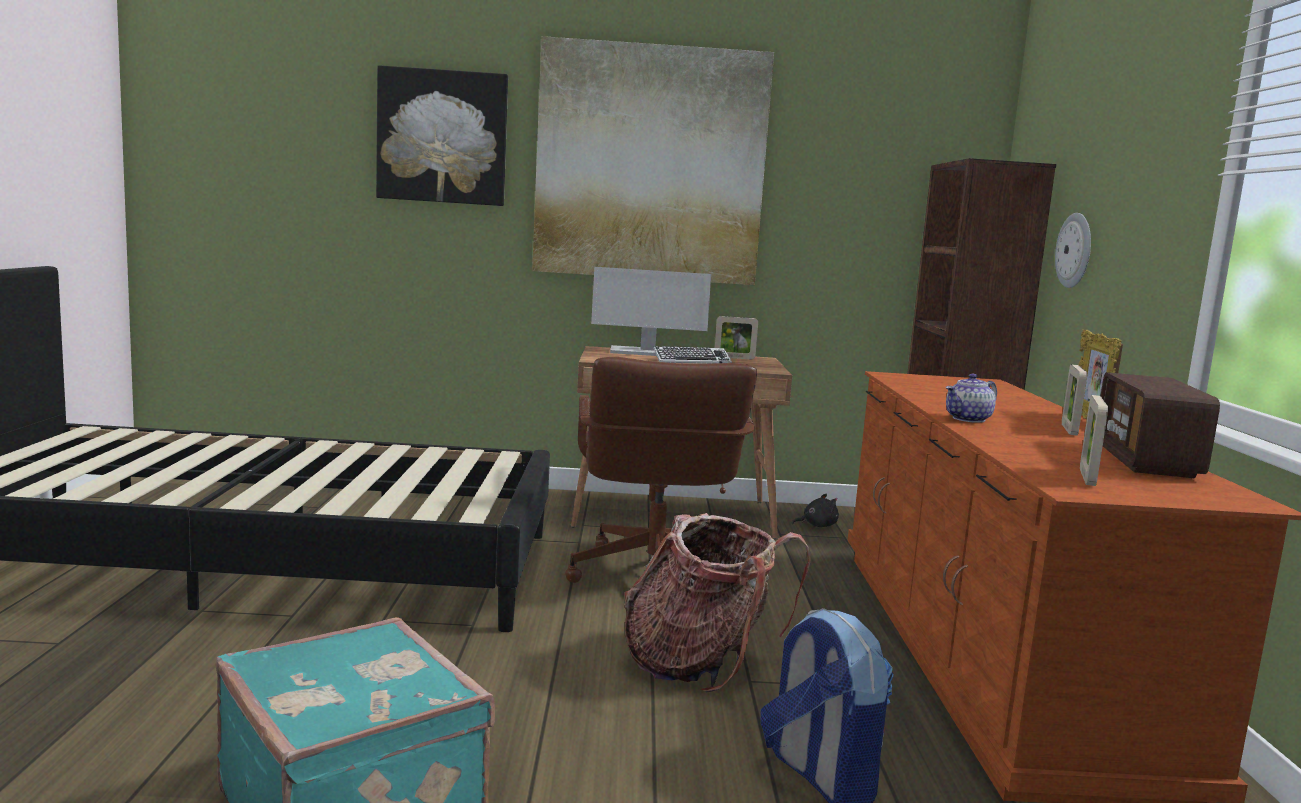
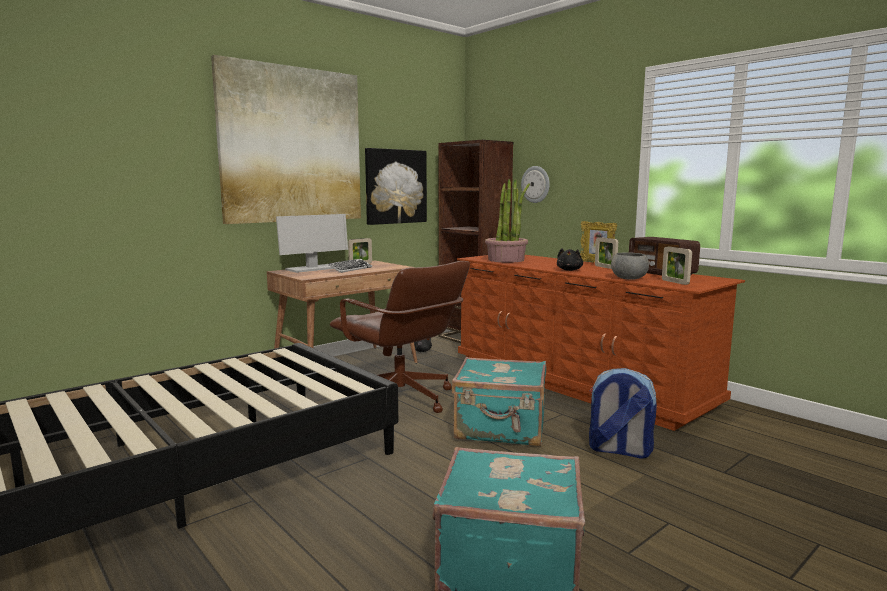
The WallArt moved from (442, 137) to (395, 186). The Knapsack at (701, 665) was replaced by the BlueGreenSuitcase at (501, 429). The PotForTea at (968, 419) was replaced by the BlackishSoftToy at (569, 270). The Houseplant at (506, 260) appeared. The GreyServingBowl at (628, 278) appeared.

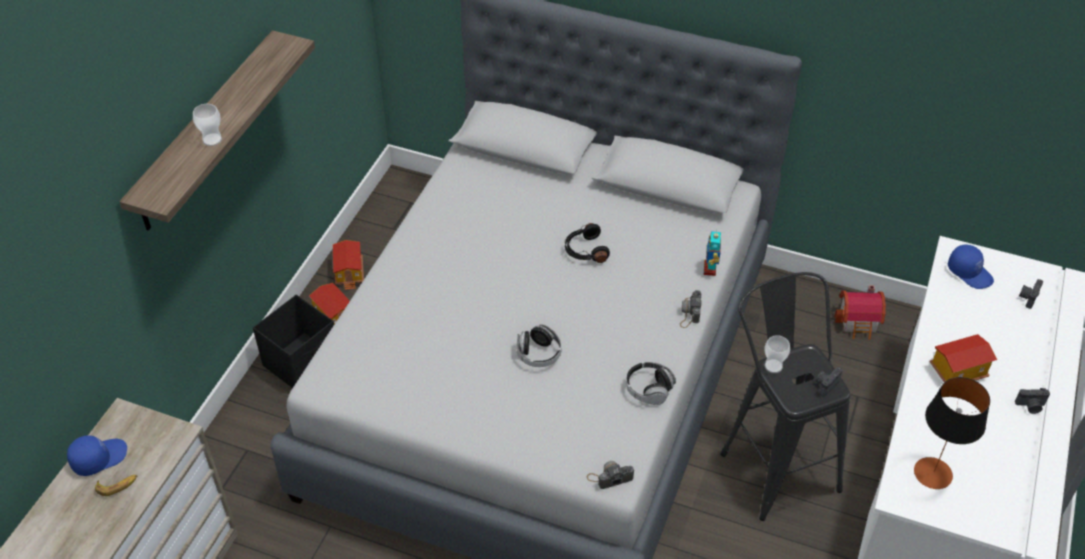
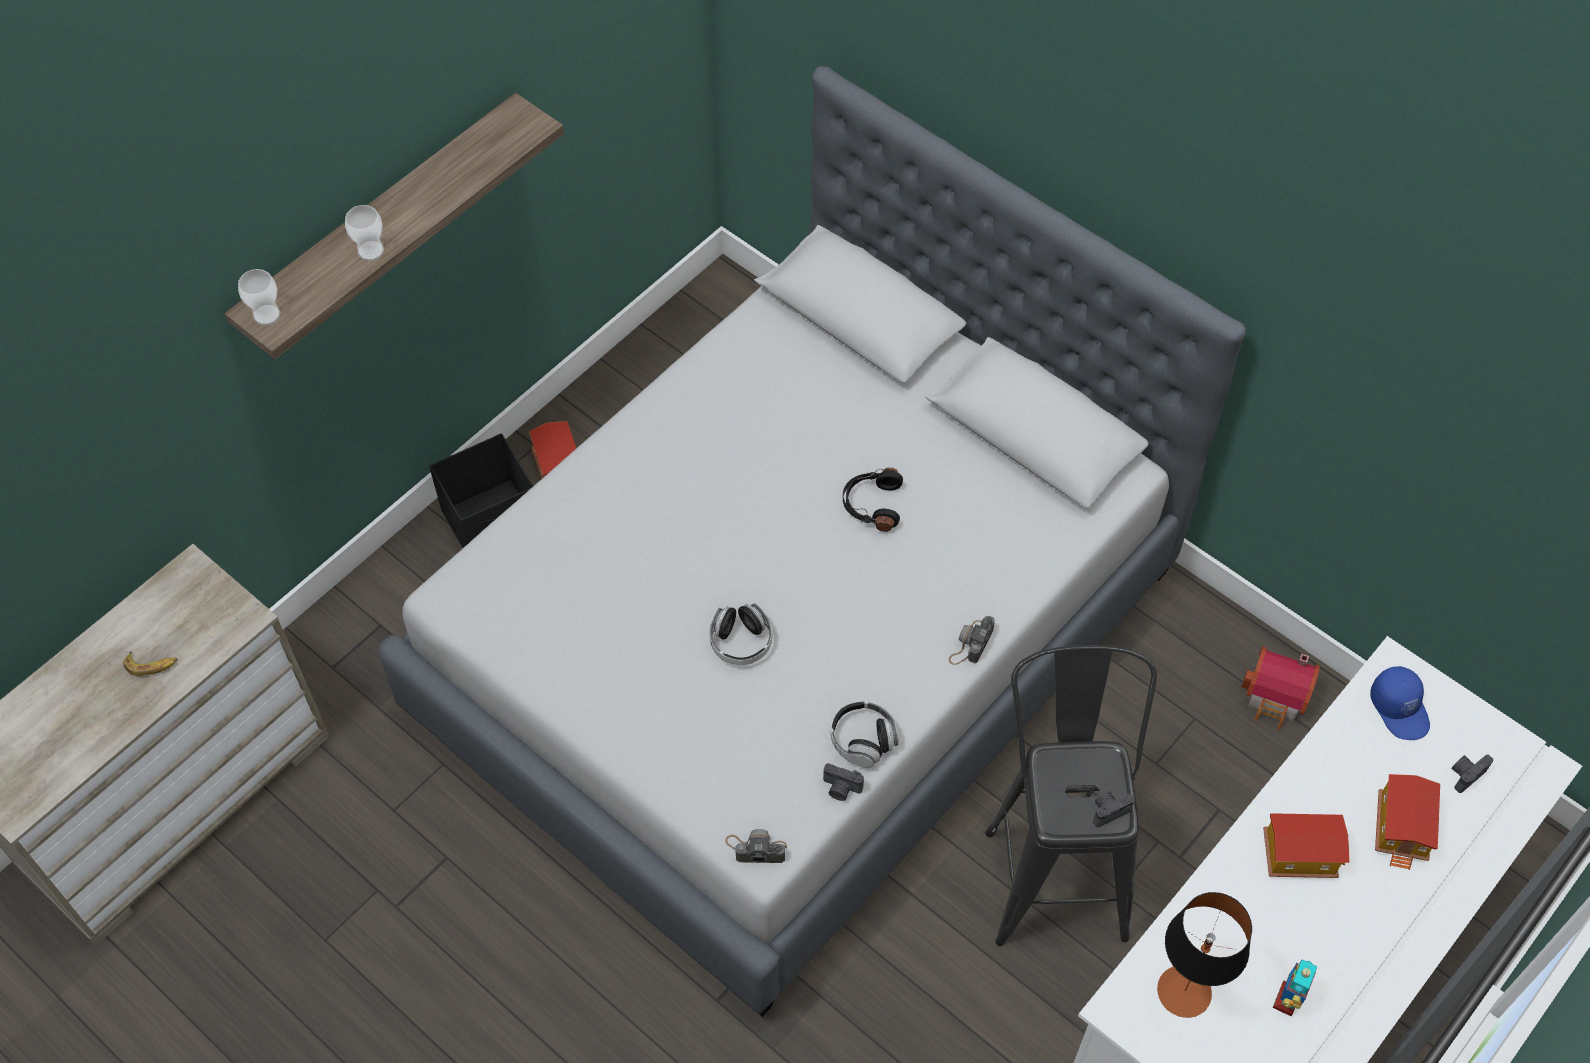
The BluishPeakedCap at (99, 457) disappeared. The ToyHouse moved from (350, 273) to (1402, 829). The ToyRobot moved from (710, 269) to (1287, 999). The SmallCup moved from (773, 366) to (267, 315). The StillCamera moved from (1030, 406) to (841, 789).

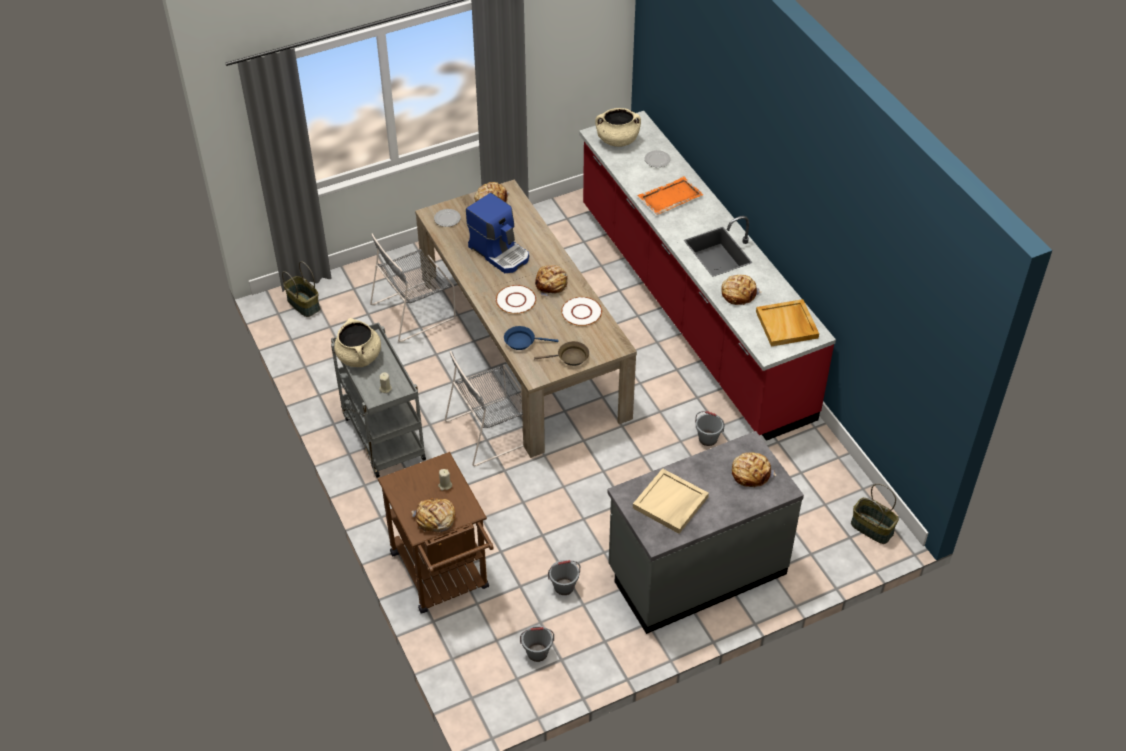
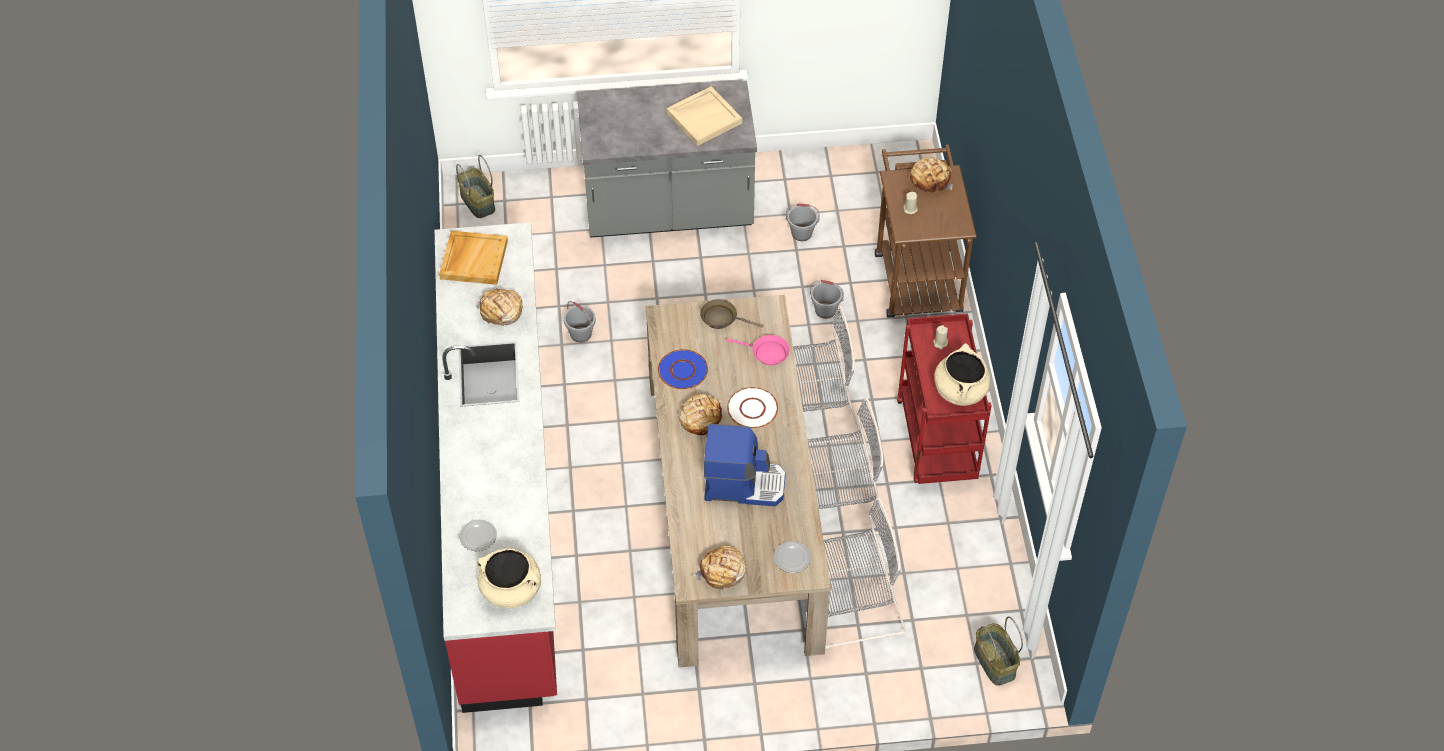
The GreyTrolley at (382, 436) became the RedColouredTrolley at (938, 442). The CoffeeMaker at (500, 252) turned 120 degrees clockwise. The BluishPan at (522, 341) became the PinkColouredPan at (767, 353). The GreyWaterBucket moved from (537, 653) to (825, 310). The WhiteFlatDish at (581, 312) became the BluishFlatDish at (683, 370). The OrangeyCarryingTray at (669, 197) disappeared. The Bread at (750, 473) disappeared. The GreyChair at (835, 504) appeared.

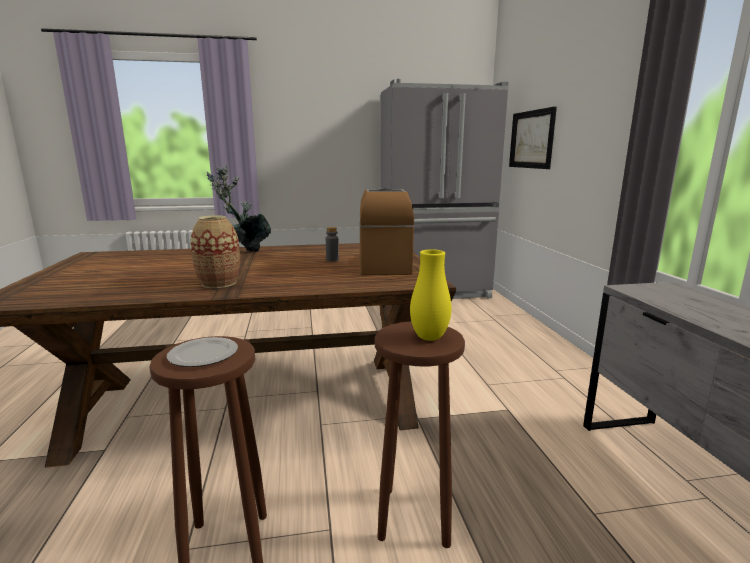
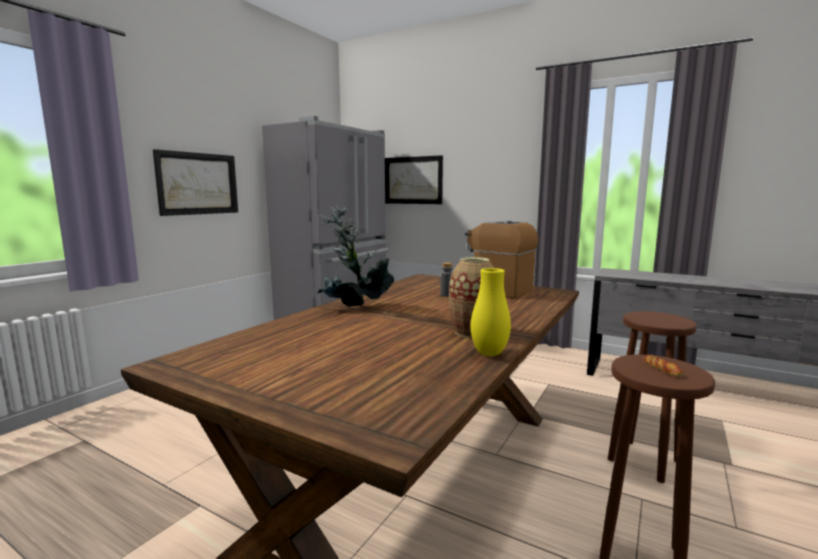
The FlatDish at (204, 354) was replaced by the Bread at (662, 369). The YellowColouredVase moved from (429, 337) to (489, 353). The WallArt at (198, 183) appeared.

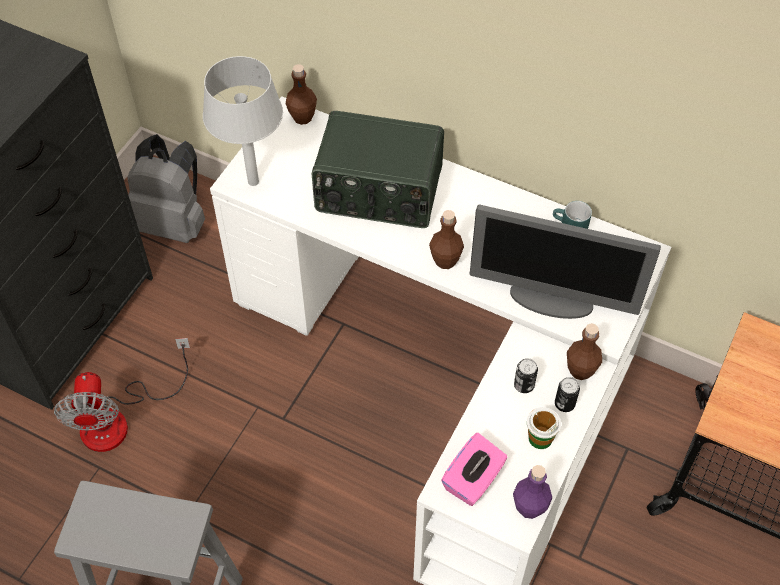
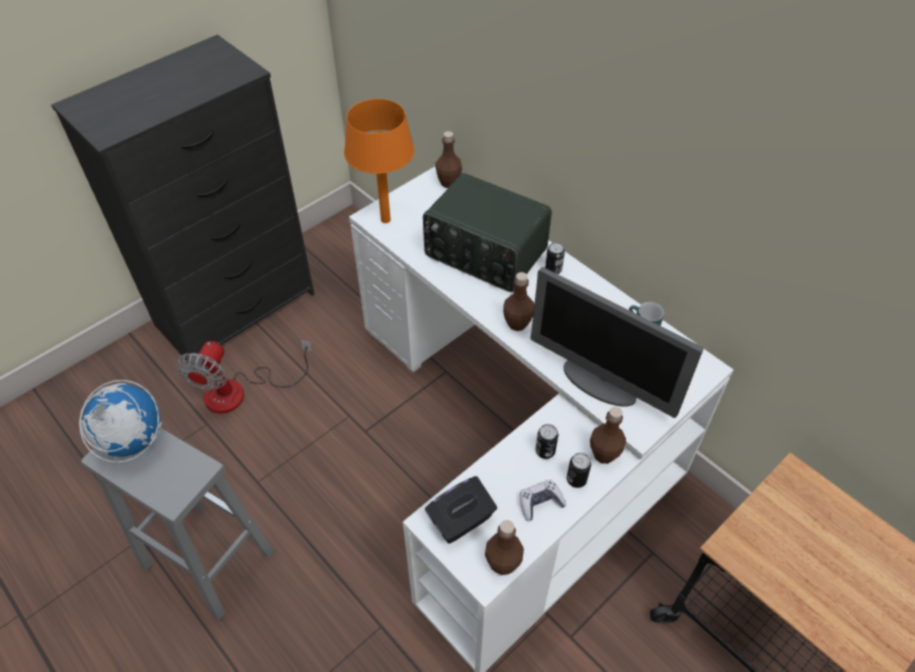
The GreyKnapsack at (174, 222) disappeared. The GreyTableLamp at (254, 182) became the OrangeyTableLamp at (386, 220). The PinkColouredTissueHolder at (473, 480) became the BlackishTissueHolder at (461, 520). The PurpleColouredDrinkBottle at (529, 507) became the BrownDrinkBottle at (503, 564). The SmallCup at (540, 438) was replaced by the Joypad at (540, 503). The Globe at (132, 441) appeared. The SealedCan at (553, 270) appeared.

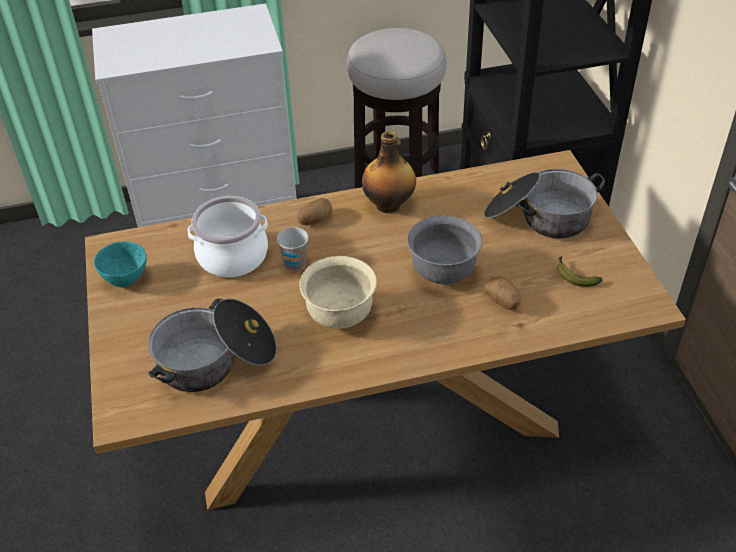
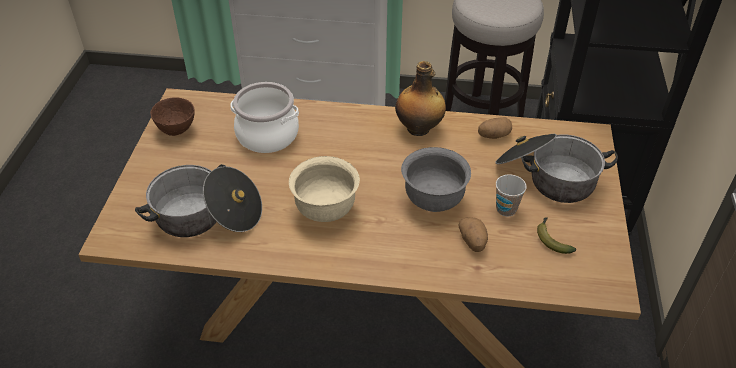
The BlueGreenServingBowl at (126, 279) became the BrownServingBowl at (177, 129). The SmallCup moved from (295, 264) to (506, 209). The WholePotato moved from (315, 220) to (494, 135).

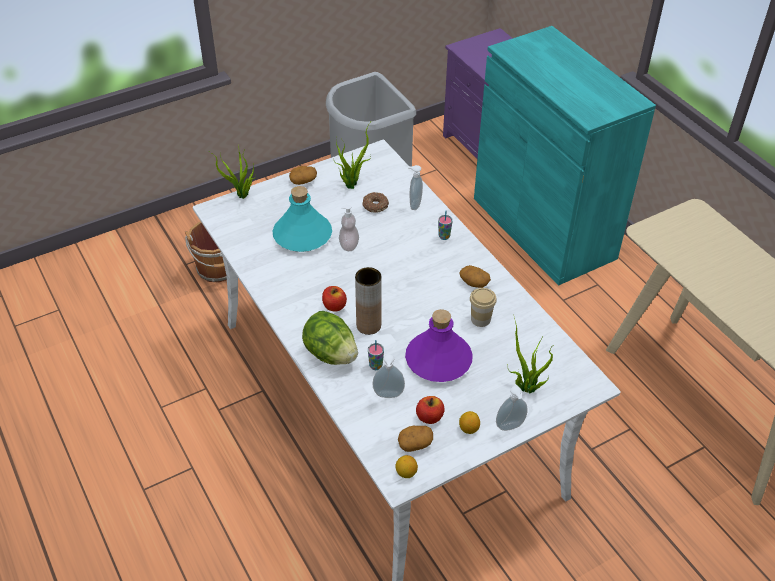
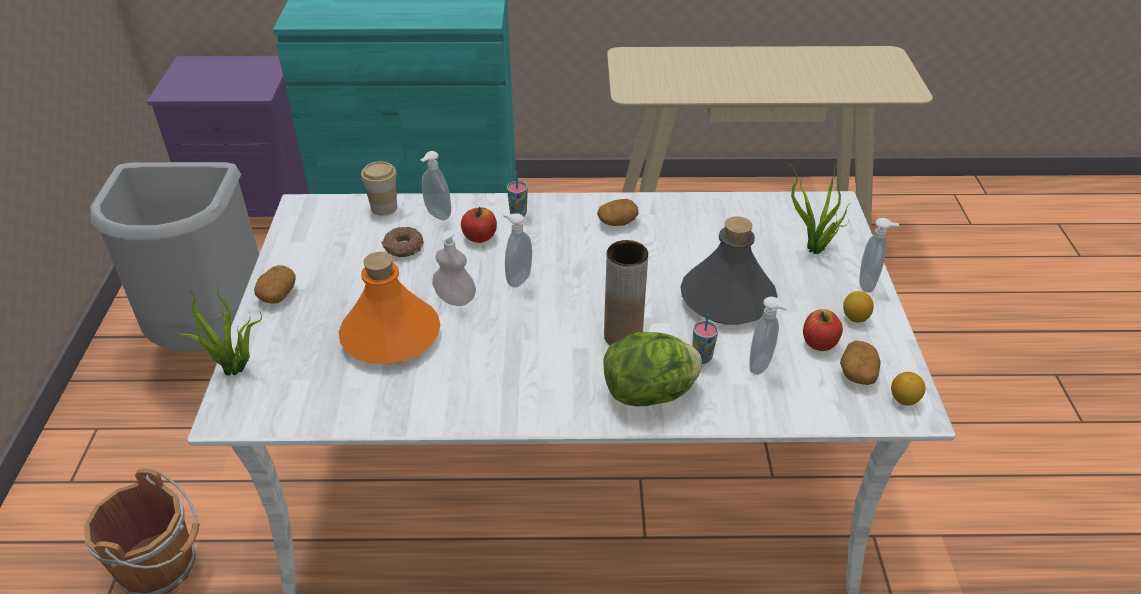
The BlueGreenDrinkBottle at (303, 236) became the OrangeyDrinkBottle at (392, 336). The AppleFruit moved from (334, 306) to (480, 237). The Houseplant at (351, 184) disappeared. The PurpleColouredDrinkBottle at (438, 360) became the GreyDrinkBottle at (726, 299). The SmallCup moved from (480, 319) to (384, 207). The LiquidSoapBottle at (517, 279) appeared.

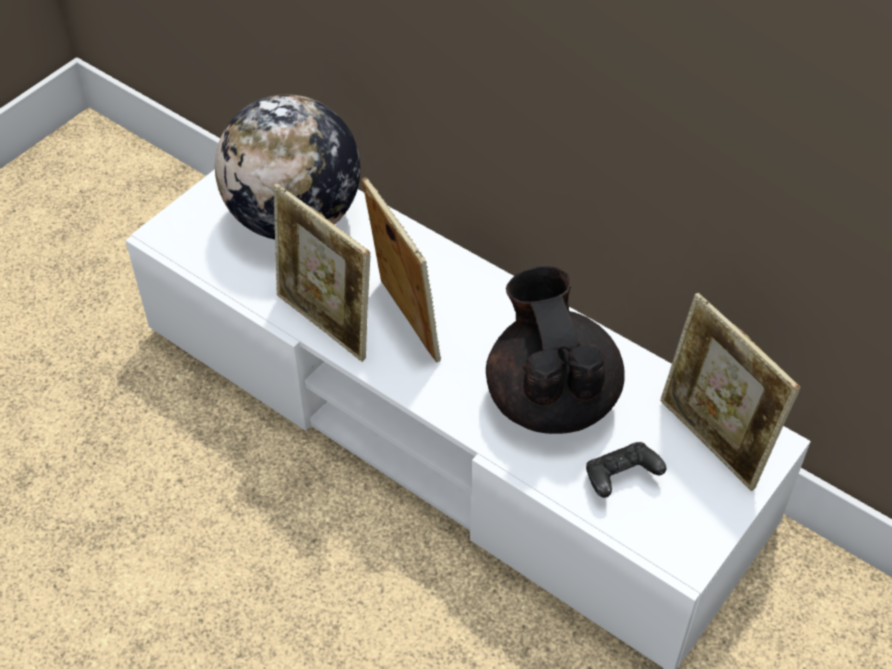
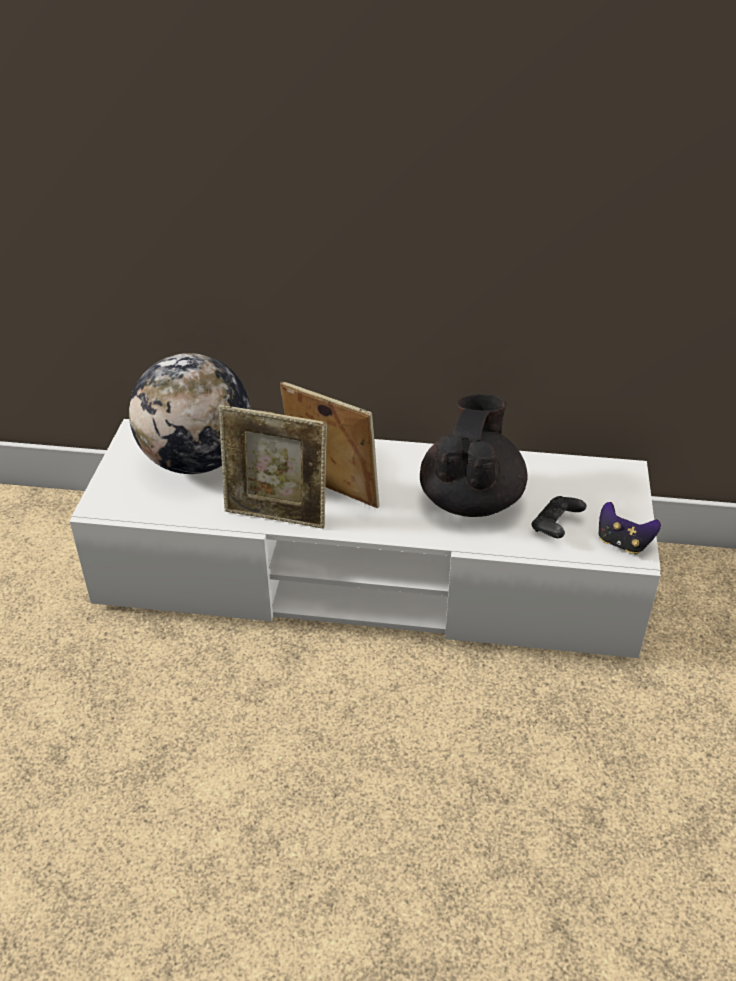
The BlackishPotForTea at (550, 397) turned 60 degrees clockwise. The PhotoFrame at (712, 442) disappeared. The Joypad at (622, 543) appeared.

